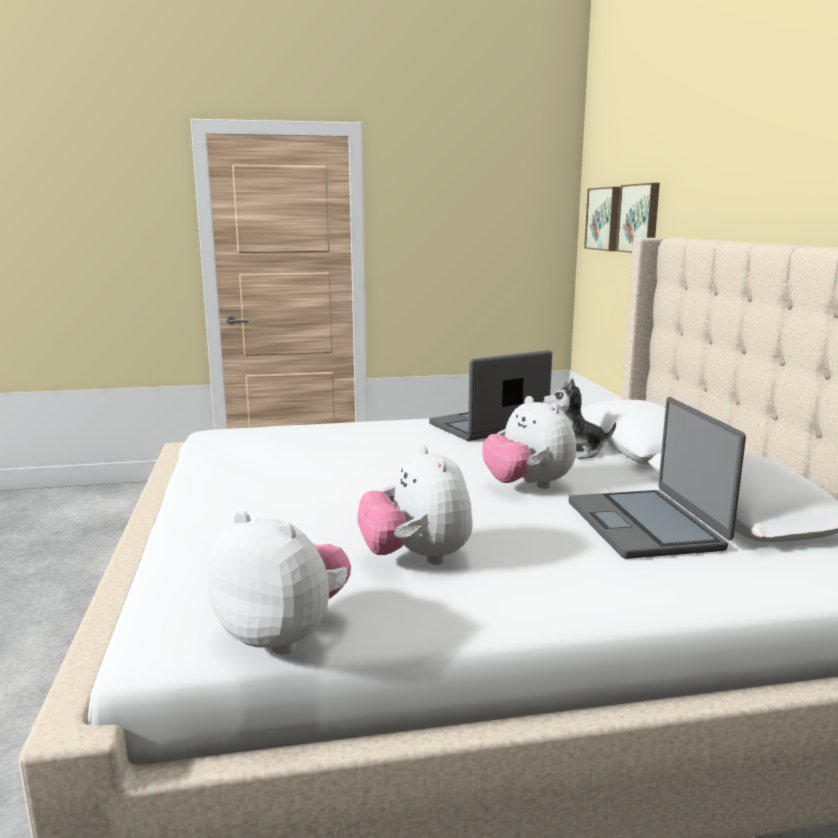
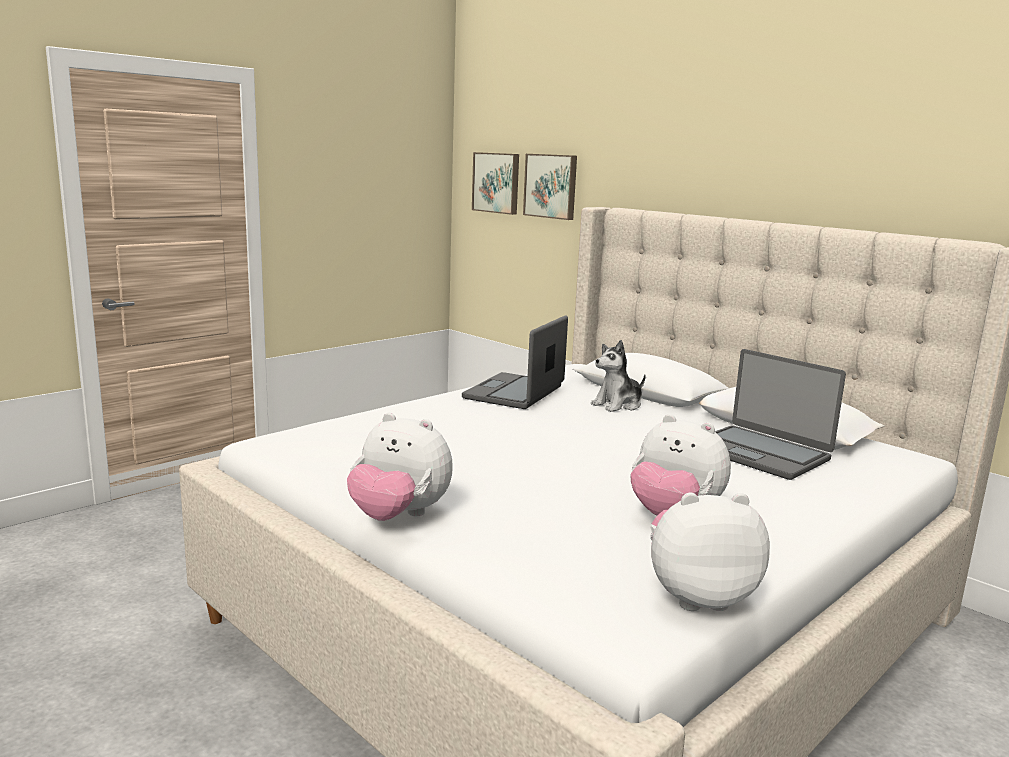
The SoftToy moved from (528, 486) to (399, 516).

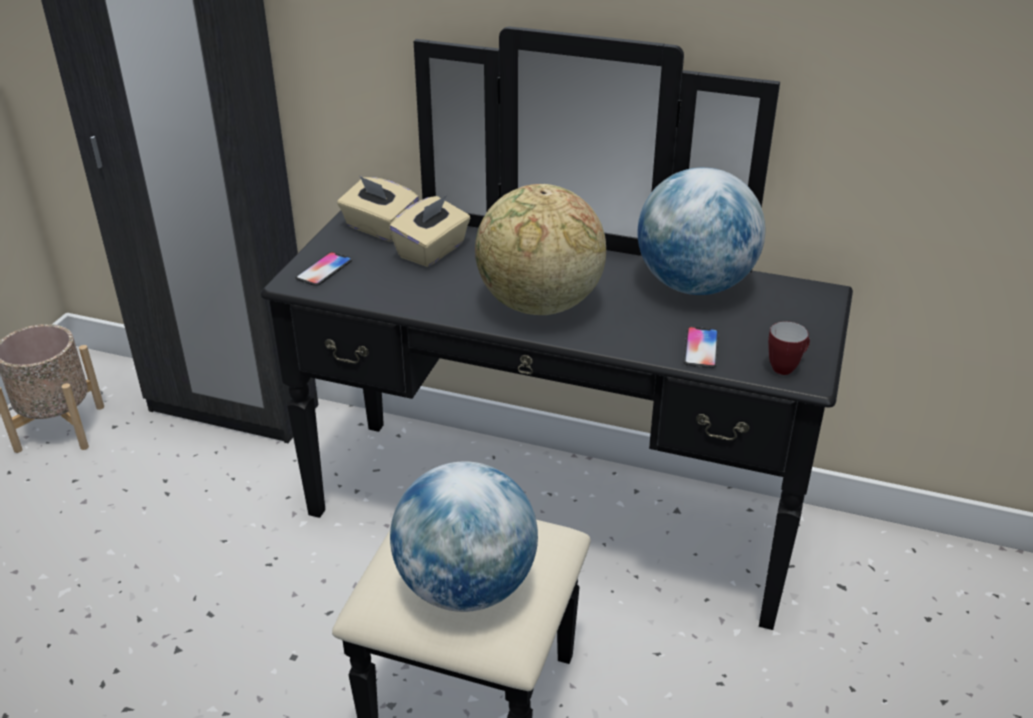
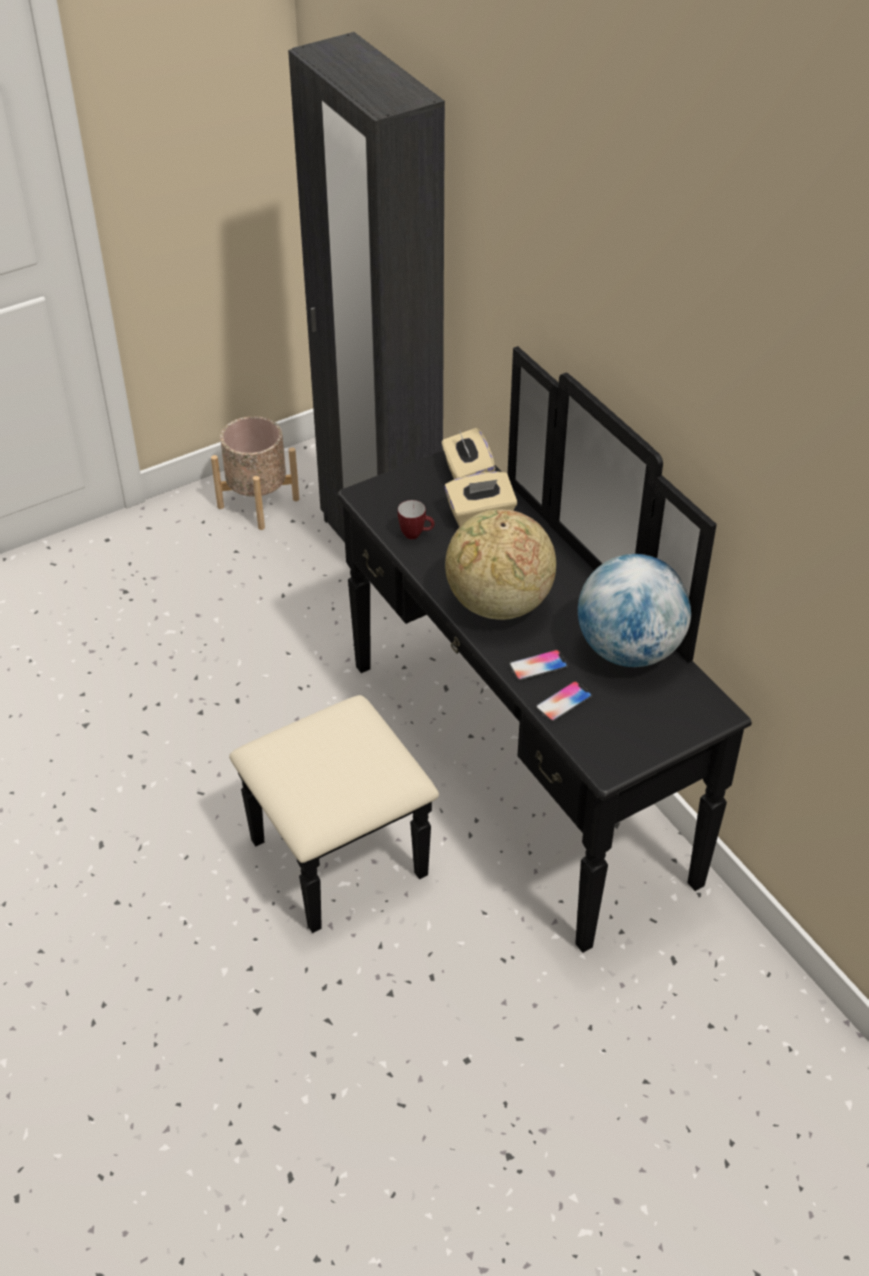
The Phone moved from (324, 270) to (538, 666). The Globe at (466, 587) disappeared. The CoffeeMug moved from (786, 367) to (416, 535).

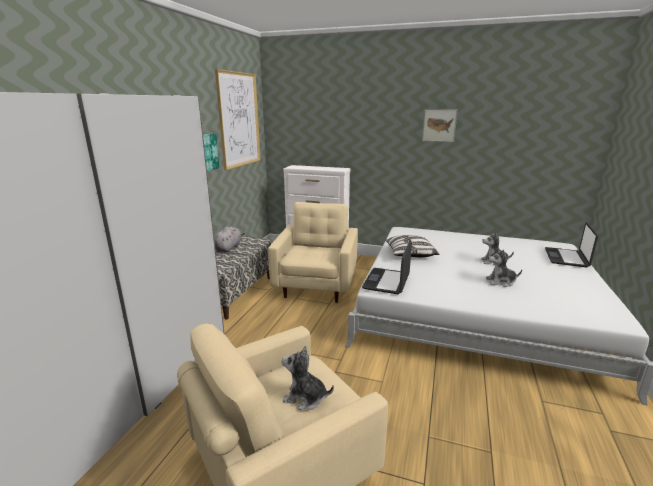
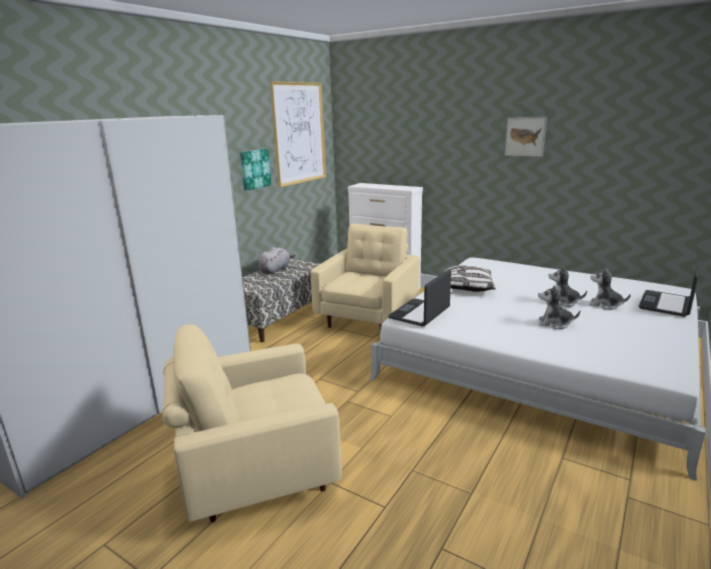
The SoftToy moved from (305, 398) to (605, 305).

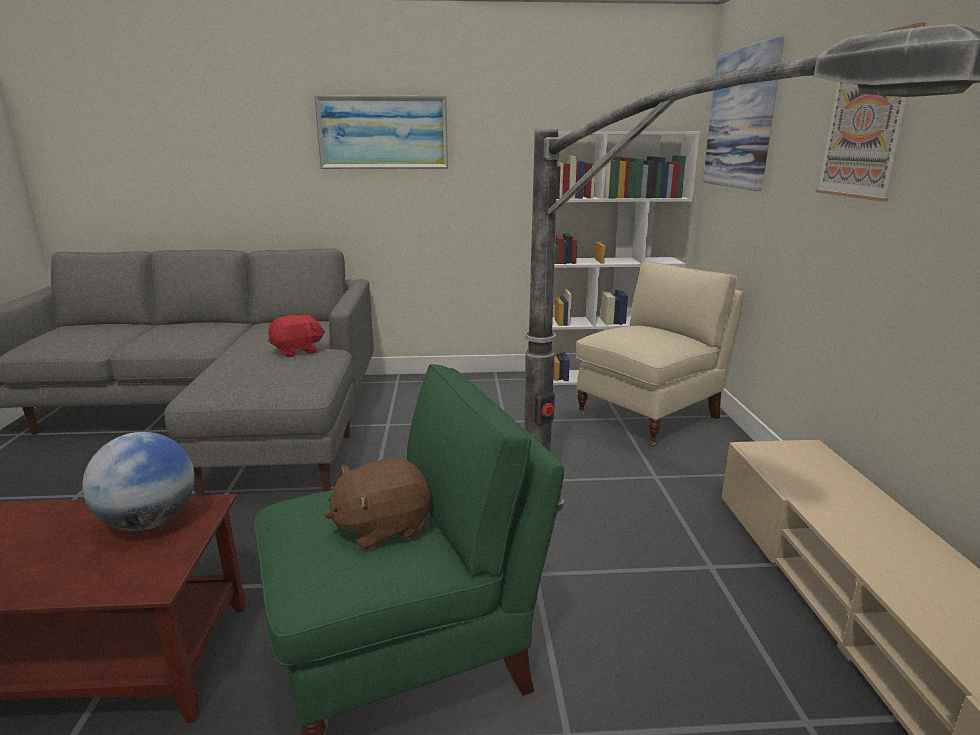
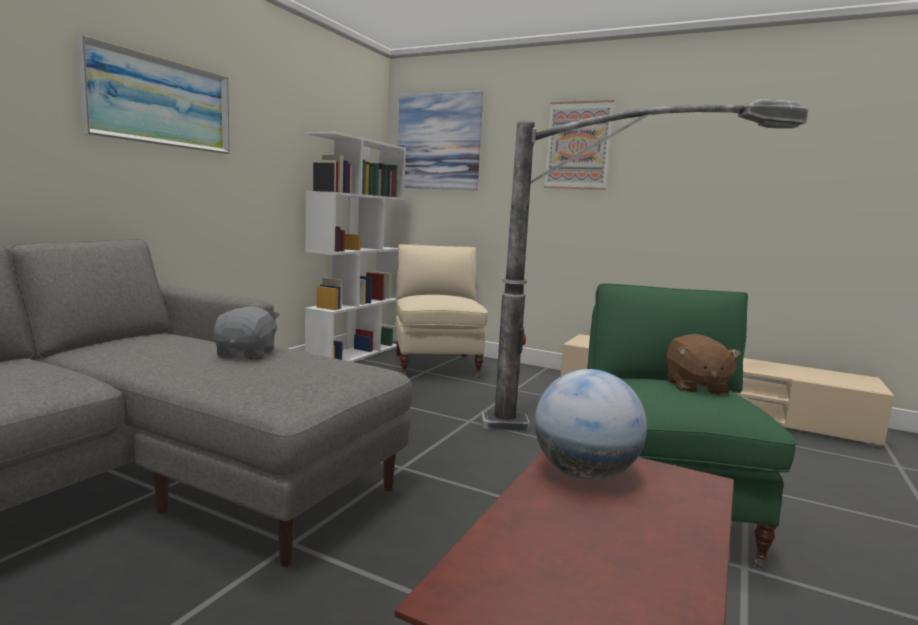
The RedColouredSoftToy at (297, 351) became the GreySoftToy at (247, 354).

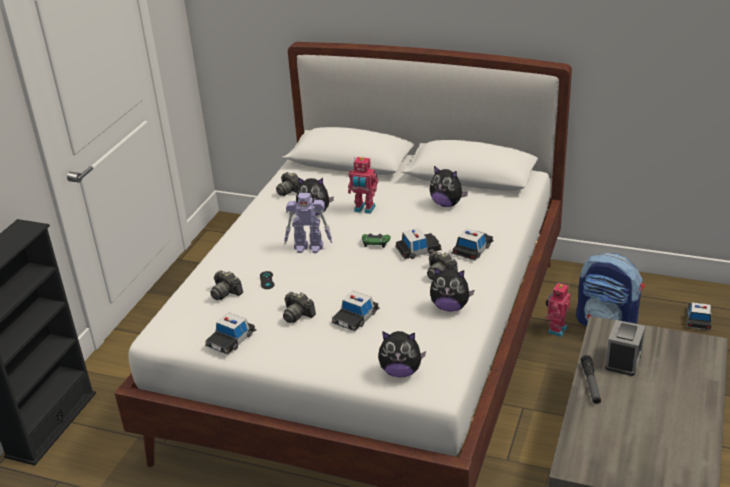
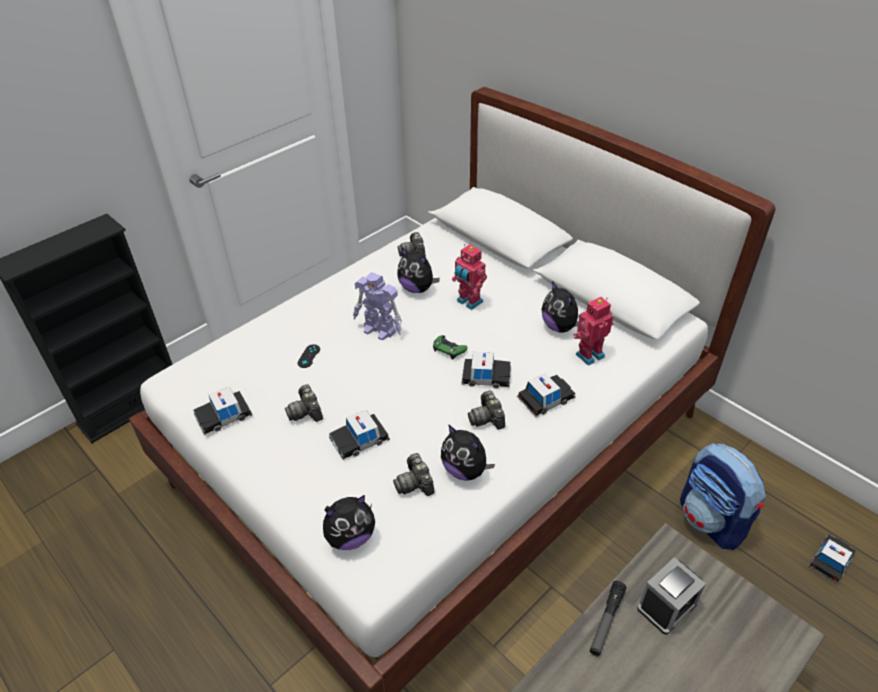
The StillCamera moved from (226, 292) to (415, 483). The SoftToy at (401, 371) turned 60 degrees counterclockwise. The ToyRobot moved from (556, 329) to (588, 354).

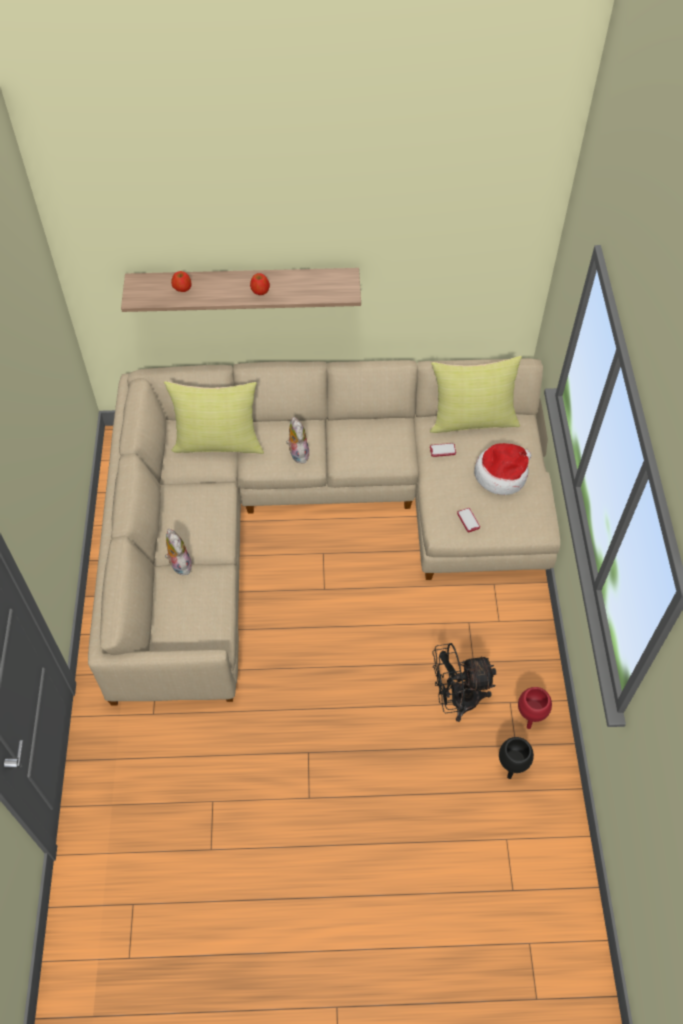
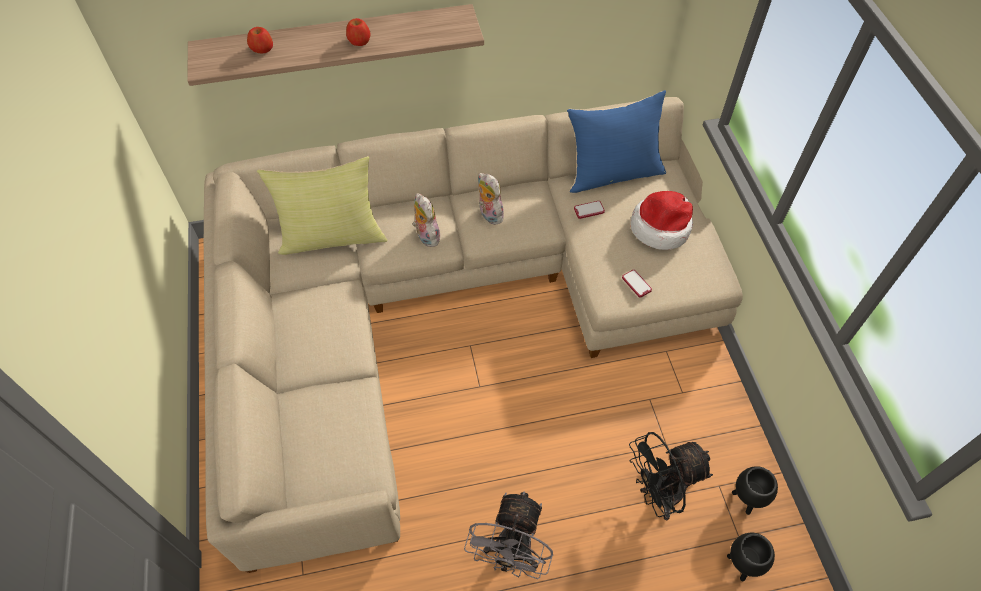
The SoftToy moved from (179, 564) to (489, 215). The YellowColouredCushion at (472, 420) became the BluishCushion at (613, 173). The RedColouredPlanter at (530, 717) became the BlackishPlanter at (746, 500). The GreyFan at (511, 554) appeared.

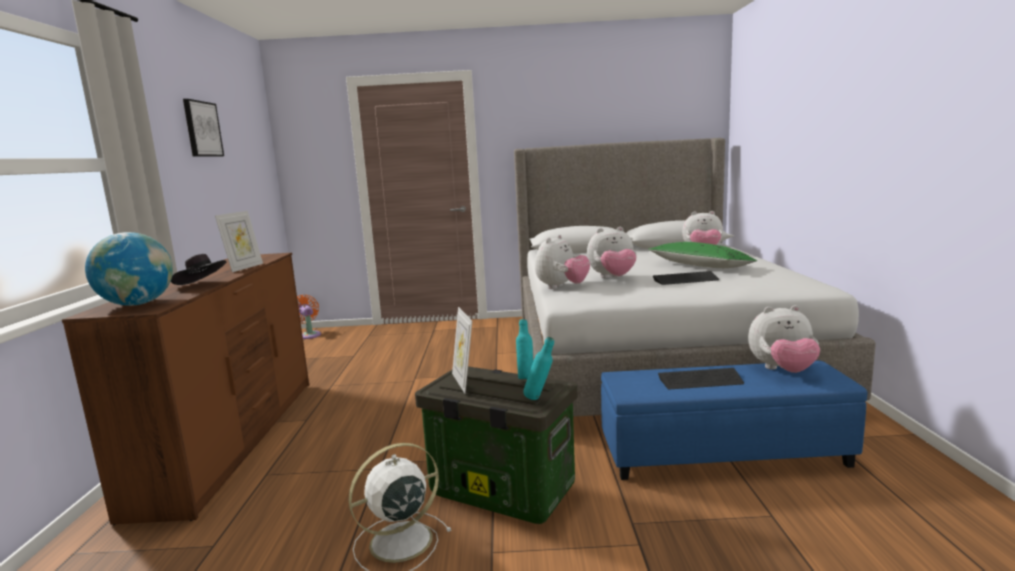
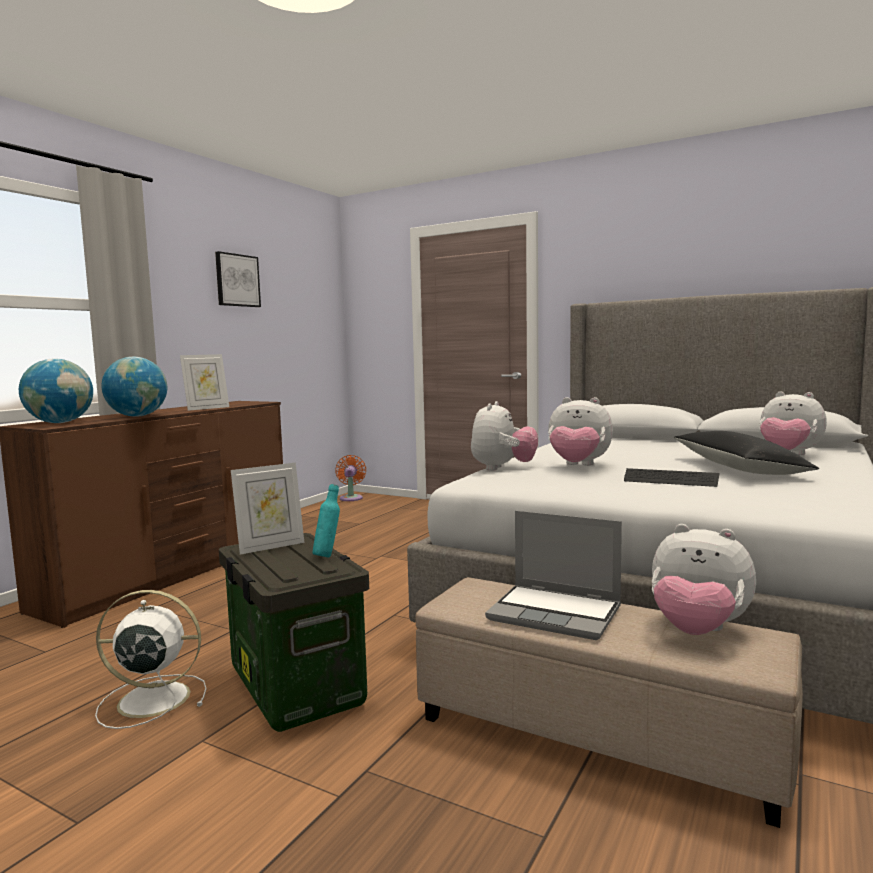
The BlackishHat at (202, 285) was replaced by the Globe at (137, 416). The PhotoFrame at (464, 382) turned 135 degrees counterclockwise. The BlueGreenDrinkBottle at (540, 398) disappeared. The SoftToy at (562, 287) turned 45 degrees counterclockwise. The BluishOttoman at (722, 452) became the BeigeColouredOttoman at (596, 733). The GreenCushion at (700, 266) became the BlackishCushion at (738, 468). The Keyboard at (700, 380) was replaced by the PortableComputer at (556, 613).

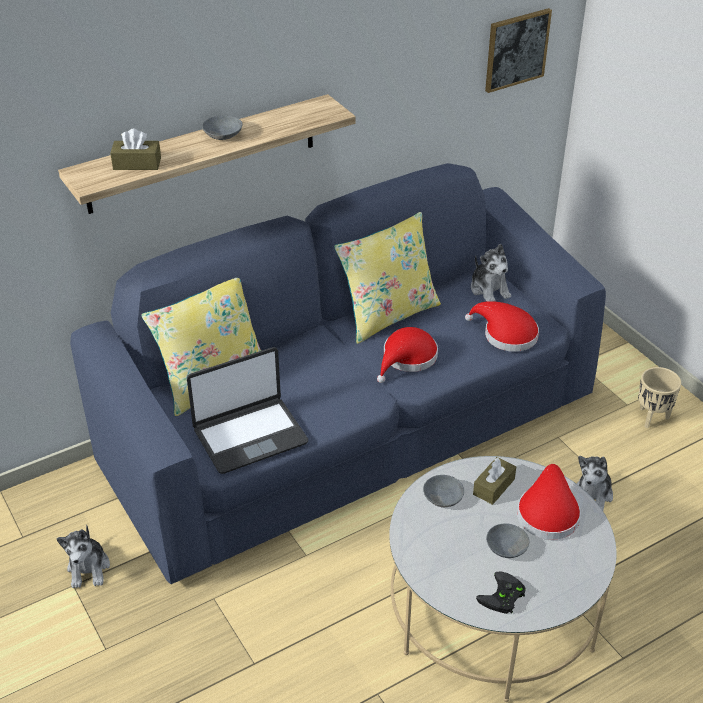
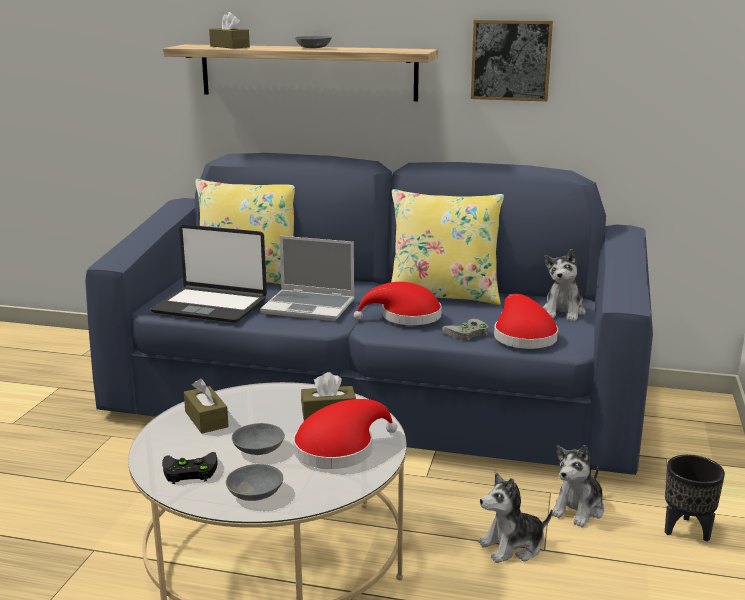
The SoftToy moved from (89, 568) to (578, 509). The GreyServingBowl moved from (442, 497) to (254, 492). The WallArt moved from (516, 49) to (511, 60). The BeigeColouredPlanter at (652, 418) became the BlackishPlanter at (687, 530). The BrownTissueHolder at (206, 419) appeared. The PortableComputer at (310, 307) appeared. The GreyJoypad at (466, 333) appeared.

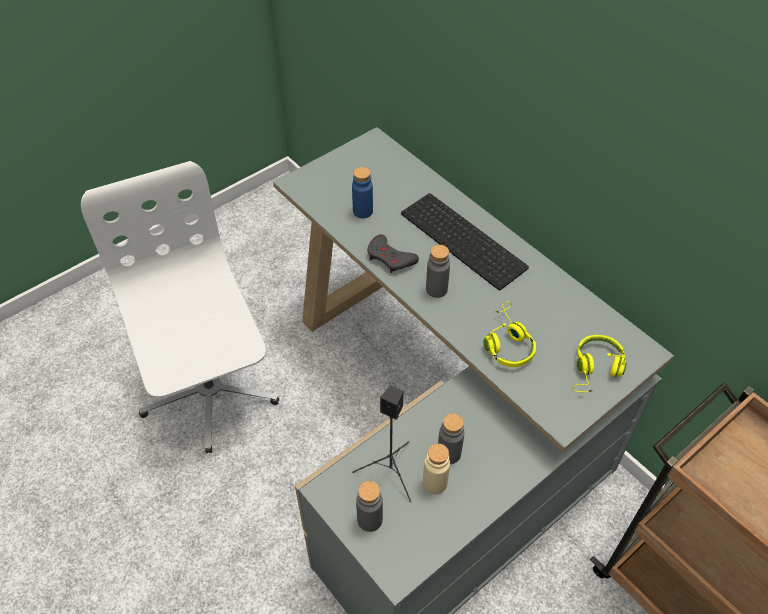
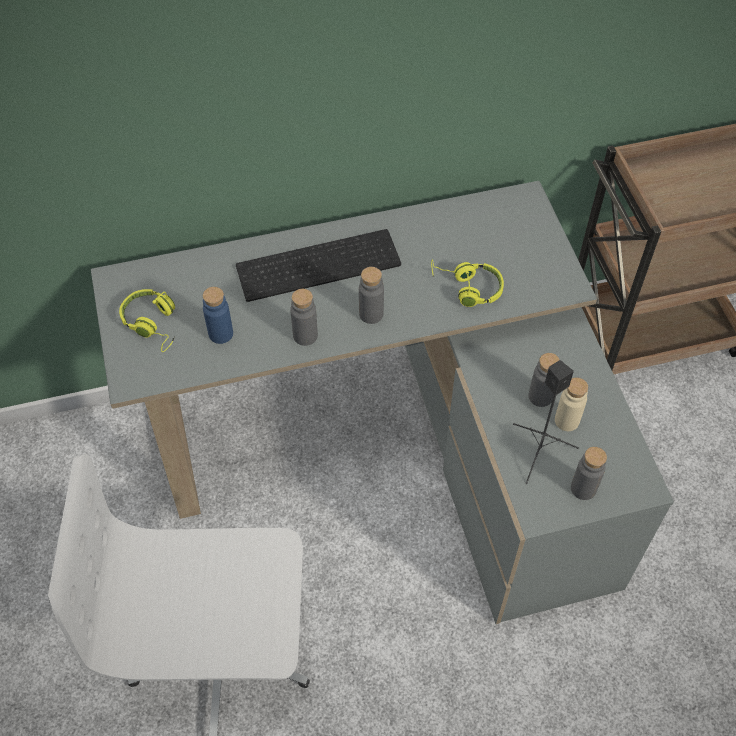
The GreyJoypad at (390, 258) was replaced by the GreyDrinkBottle at (305, 335). The YellowColouredHeadset moved from (596, 369) to (153, 324).

